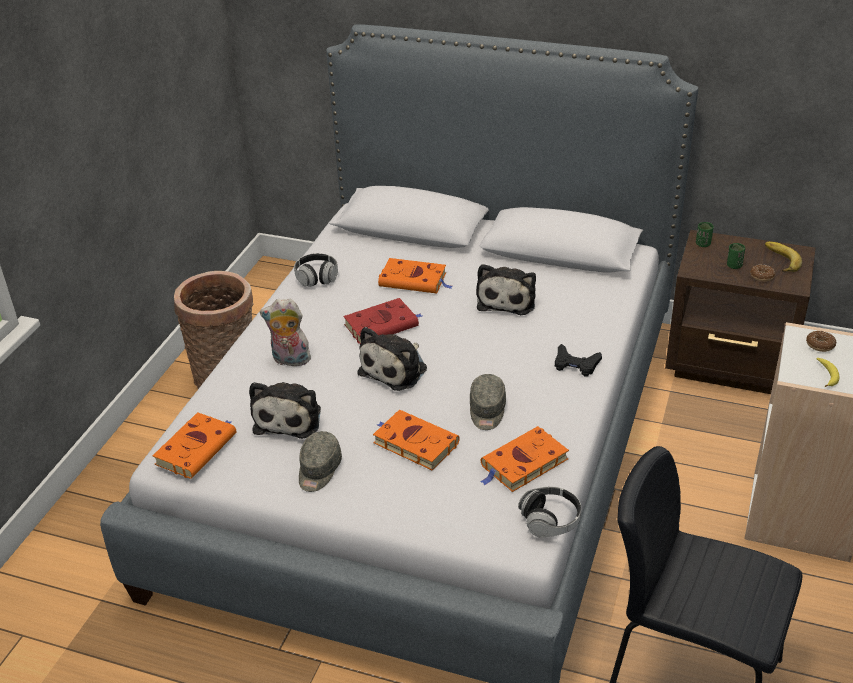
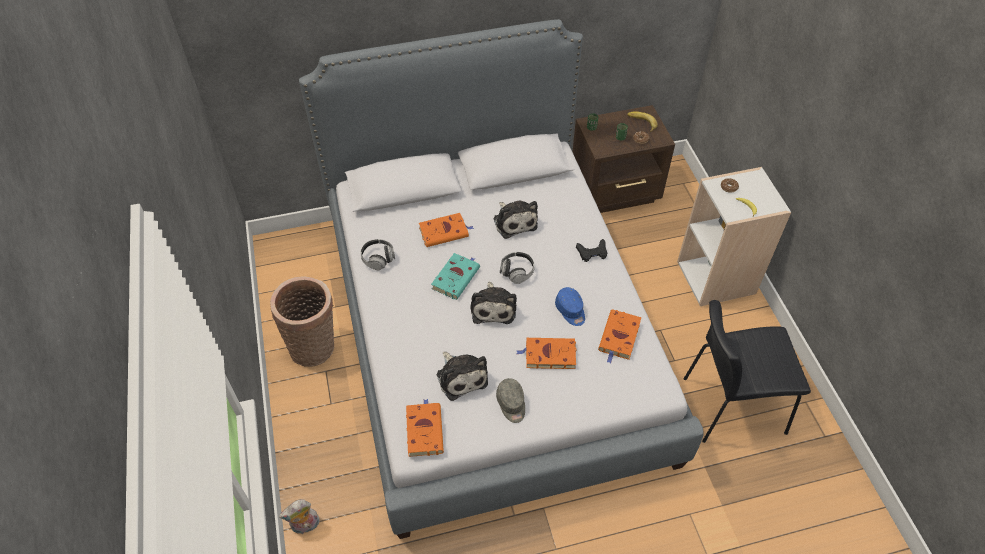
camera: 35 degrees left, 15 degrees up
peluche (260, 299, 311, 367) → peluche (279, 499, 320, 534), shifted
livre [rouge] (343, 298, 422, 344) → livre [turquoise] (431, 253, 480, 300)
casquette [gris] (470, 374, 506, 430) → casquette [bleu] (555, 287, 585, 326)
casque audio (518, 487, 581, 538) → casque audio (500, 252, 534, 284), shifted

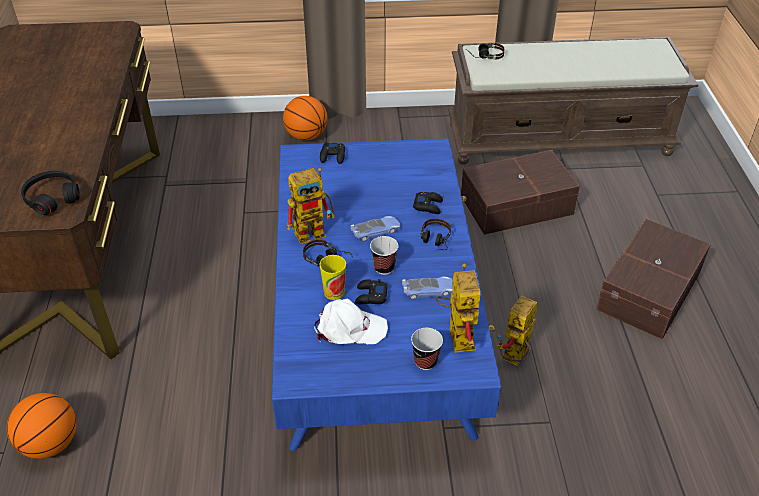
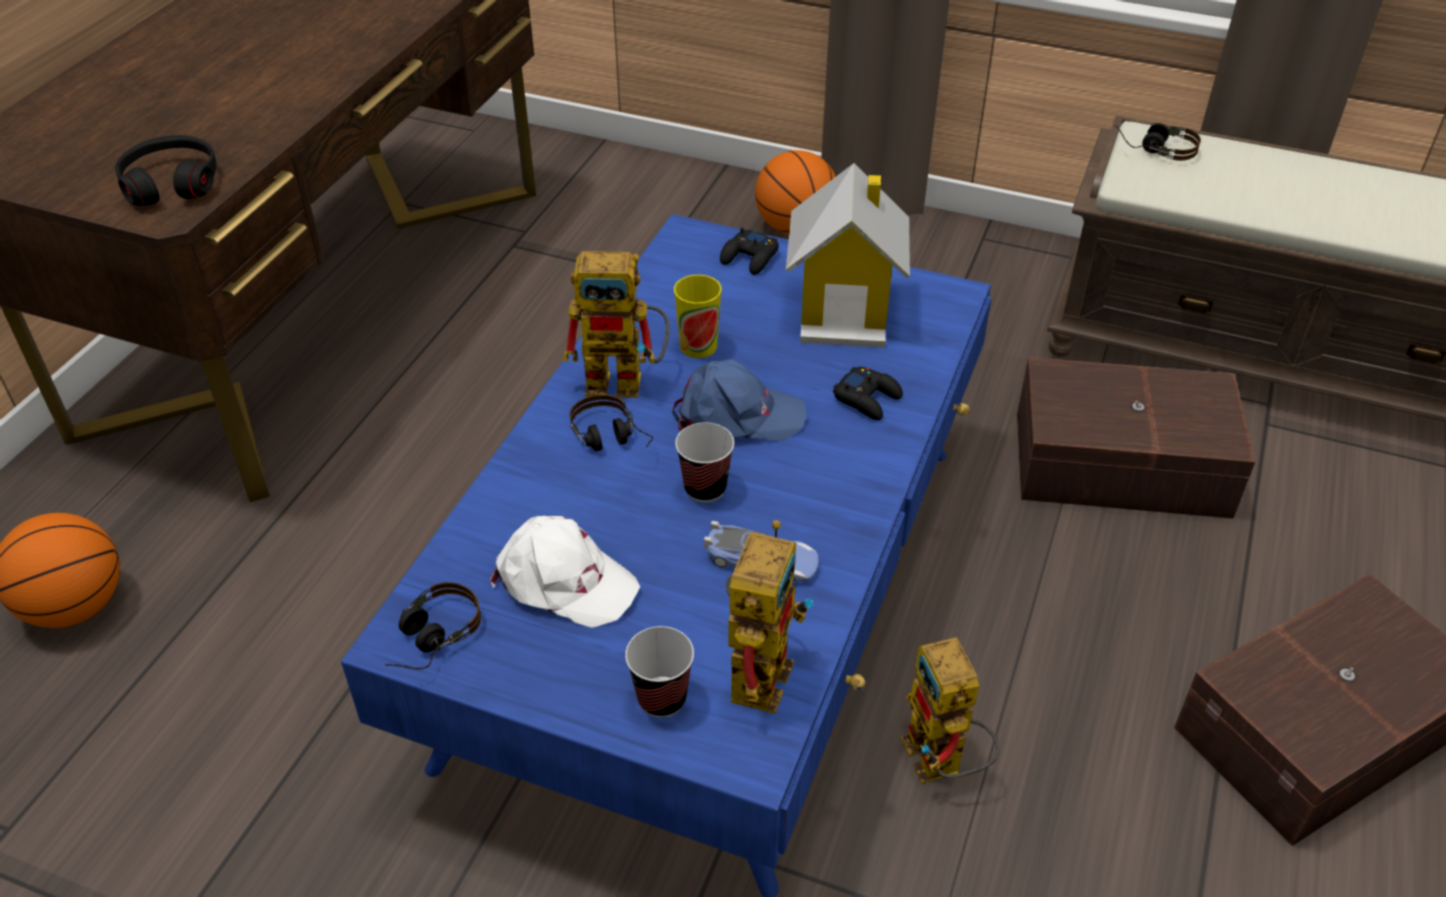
camera: 25 degrees right, 0 degrees up
tasse (319, 255, 346, 300) → tasse (674, 275, 722, 358), shifted
petite voiture (351, 216, 401, 242) → casquette [bleu] (672, 359, 807, 441)
manette [noir] (355, 279, 388, 304) → -
casque audio (420, 219, 451, 250) → casque audio (385, 582, 481, 669), shifted
robot jouet (497, 295, 538, 366) → robot jouet (901, 637, 1000, 783), 75 degrees counterclockwise
- → maison miniature (786, 163, 910, 348)

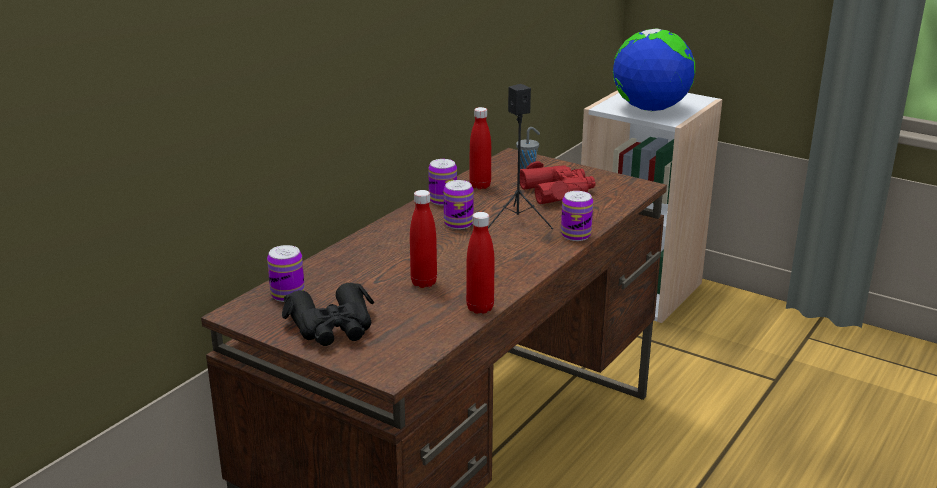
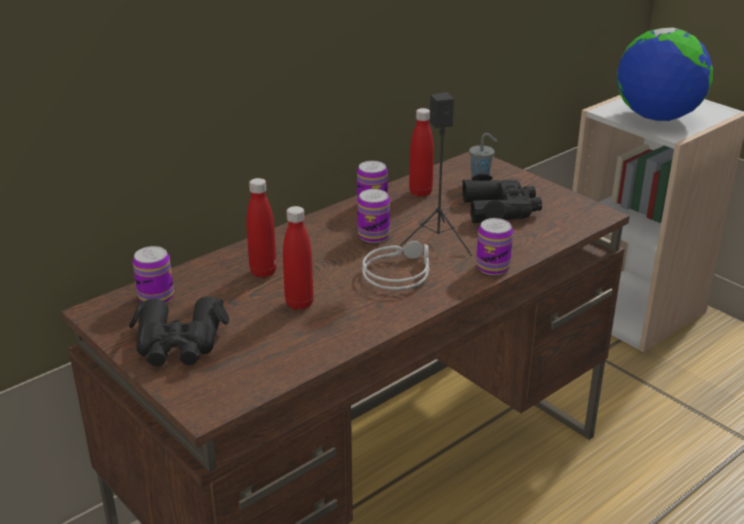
camera: 15 degrees right, 5 degrees up
bouteille [rouge] (466, 212, 494, 314) → bouteille [rouge] (246, 178, 277, 278), shifted
jumelles [rouge] (520, 161, 596, 204) → jumelles [noir] (462, 173, 542, 223)
- → casque audio [gris] (362, 240, 430, 290)

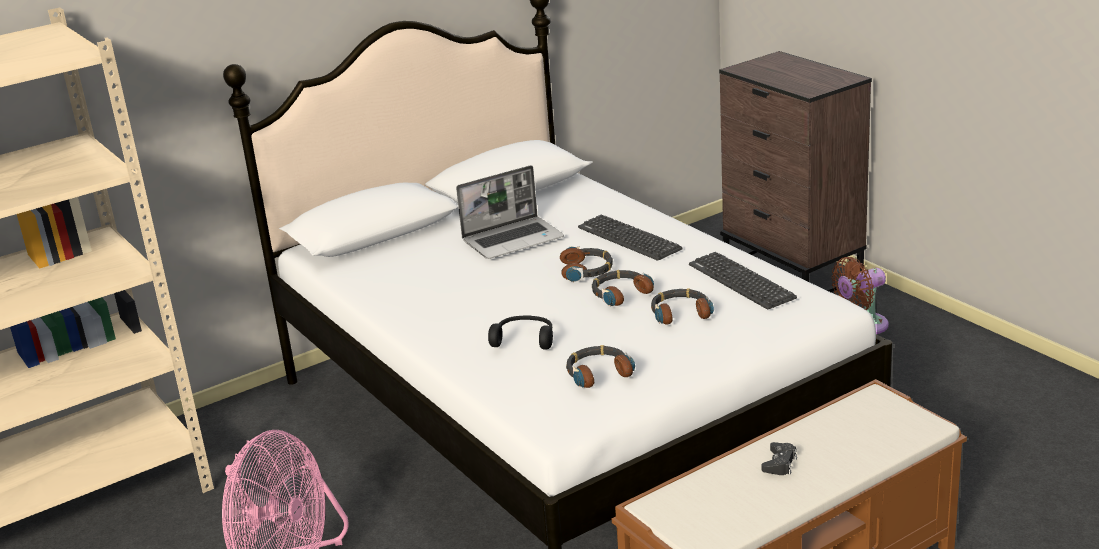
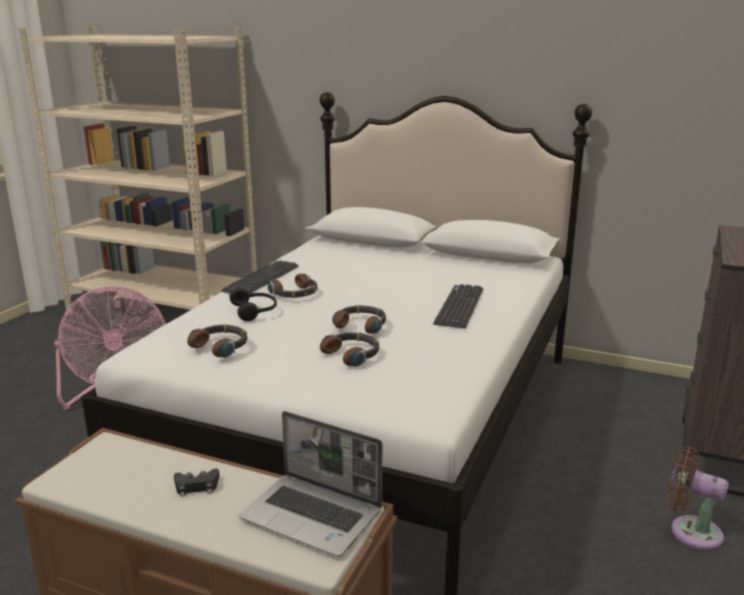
camera: 55 degrees right, 5 degrees down
ordinateur portable (456, 165, 564, 259) → ordinateur portable (239, 411, 382, 557), shifted
casque audio (560, 247, 613, 282) → casque audio (268, 273, 318, 298), shifted
clavier (689, 252, 797, 309) → clavier (221, 260, 299, 293), shifted

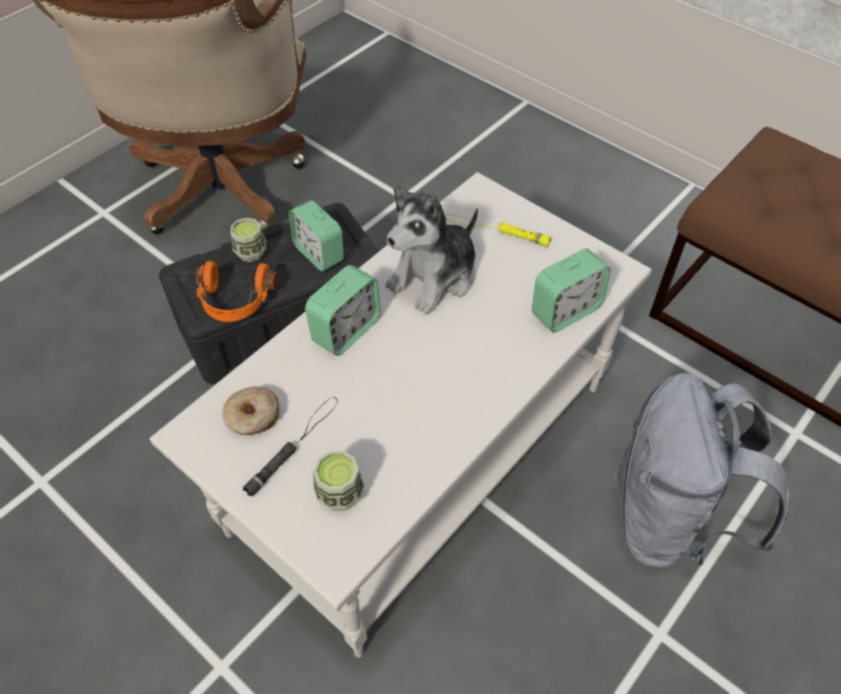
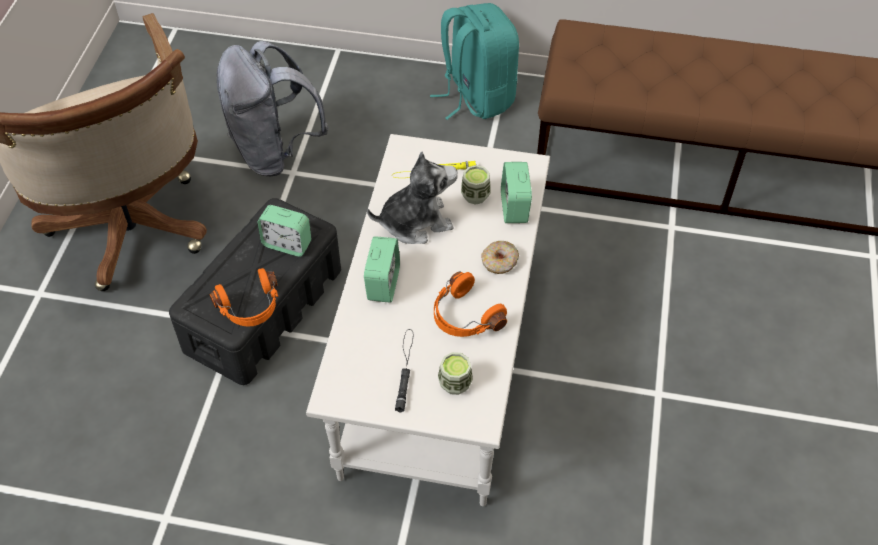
camera: 30 degrees left, 0 degrees up
beignet (222, 386, 279, 435) → beignet (482, 241, 519, 274), shifted
tasse (230, 218, 266, 262) → tasse (461, 165, 491, 205), shifted
peluche (386, 184, 478, 314) → peluche (367, 152, 457, 244), 120 degrees counterclockwise
réveil (532, 248, 611, 333) → réveil (501, 162, 532, 223), 150 degrees clockwise
sac à dos [gris] (614, 373, 790, 568) → sac à dos [gris] (217, 41, 329, 176), shifted
- → sac à dos [turquoise] (430, 3, 519, 120)
- → casque audio [orange] (434, 272, 507, 337)

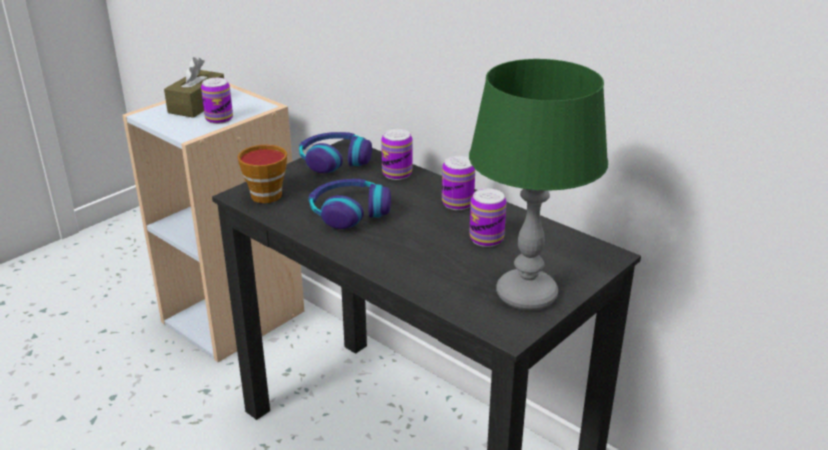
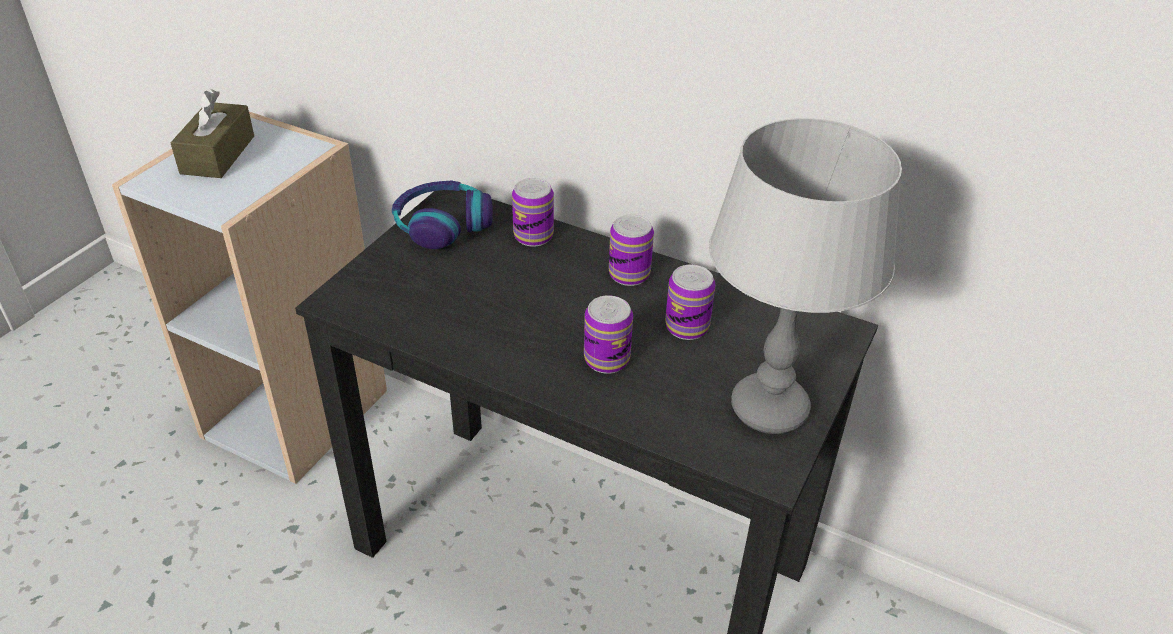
camera: 15 degrees left, 10 degrees up
boîte métallique (201, 78, 233, 124) → boîte métallique (584, 295, 633, 374), shifted
tasse (238, 145, 287, 203) → -
casque audio (308, 179, 391, 229) → -
lampe de table [vert] (469, 59, 608, 310) → lampe de table [gris] (709, 118, 902, 434)

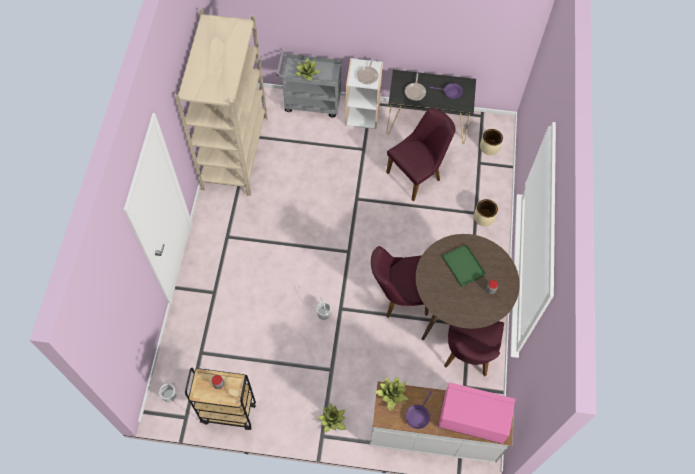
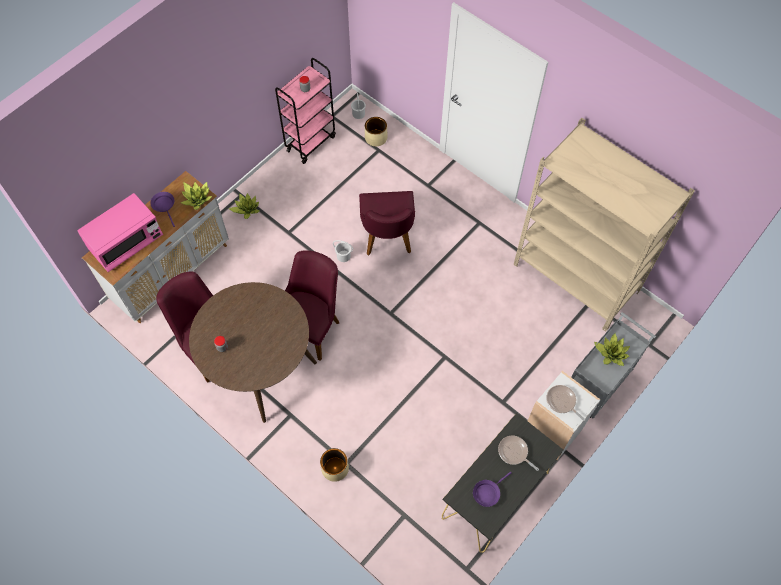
camera: 125 degrees right, 0 degrees up
chariot [marron] (185, 368, 256, 430) → chariot [rose] (275, 58, 336, 164)
chaise [violet] (386, 108, 456, 201) → chaise [violet] (359, 191, 415, 256), shifted
plateau [vert] (442, 244, 486, 287) → -
cache-pot [beige] (480, 129, 503, 155) → cache-pot [beige] (365, 117, 387, 146), shifted

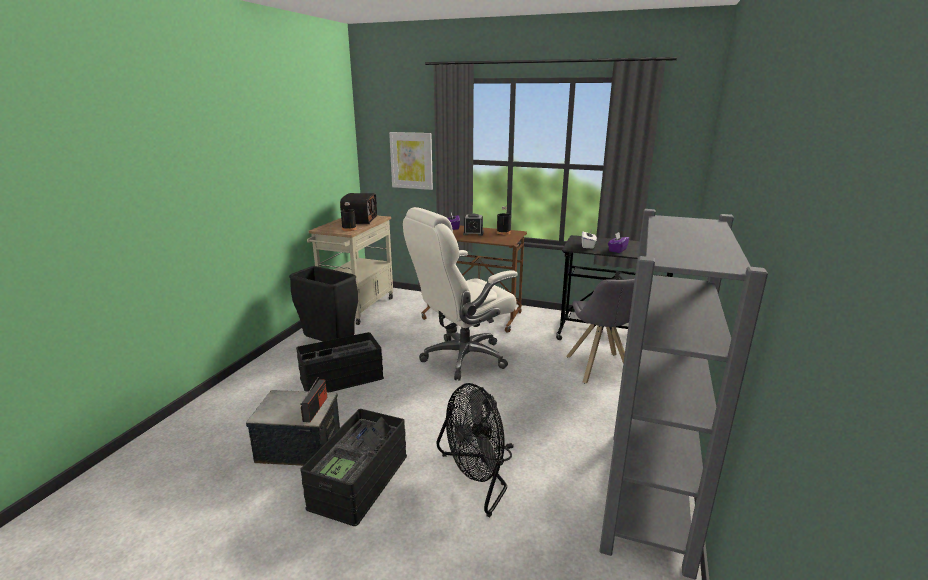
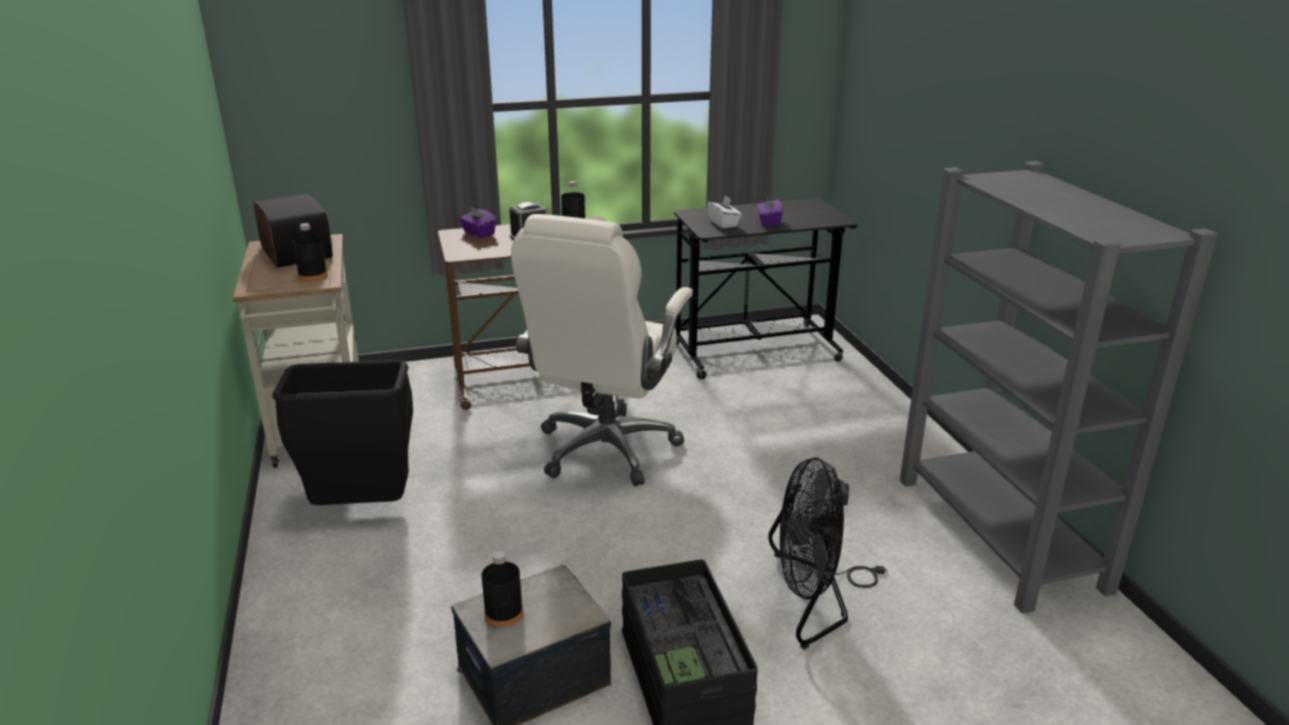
camera: 35 degrees left, 5 degrees up
boîte de rangement [noir] (296, 332, 384, 392) → -
radio (300, 377, 327, 422) → -
tableau (389, 132, 433, 190) → -
ventilateur [noir] (437, 383, 515, 518) → ventilateur [noir] (768, 457, 888, 650), 60 degrees clockwise
chaise [gris] (566, 279, 635, 384) → -
- → bouteille [noir] (481, 551, 523, 628)

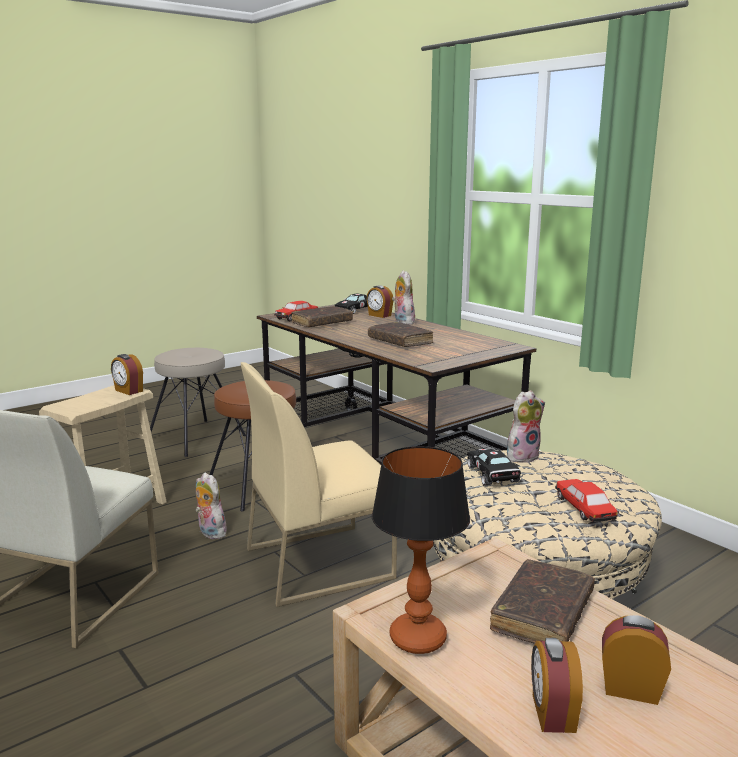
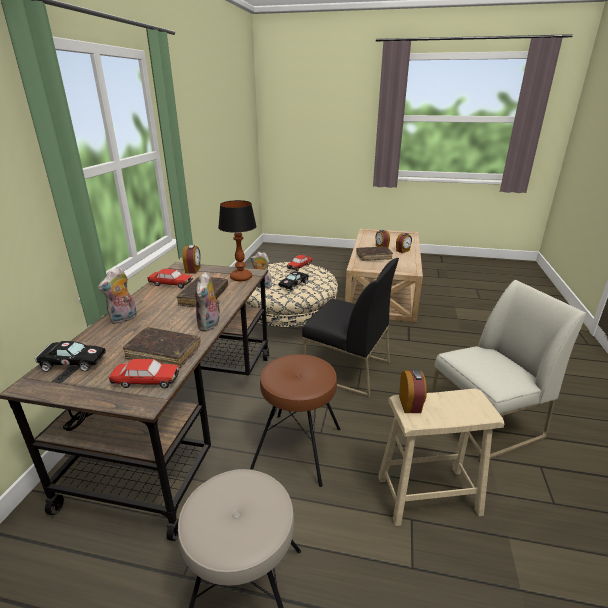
camera: 130 degrees left, 10 degrees up
peluche (195, 472, 227, 540) → peluche (195, 272, 221, 331), shifted
chaise [beige] (241, 362, 397, 607) → chaise [noir] (302, 258, 399, 398)
réveil (367, 285, 393, 318) → réveil (182, 245, 201, 274), shifted
lampe de table (372, 446, 470, 654) → lampe de table (218, 200, 257, 281), shifted
- → petite voiture (148, 269, 193, 289)

